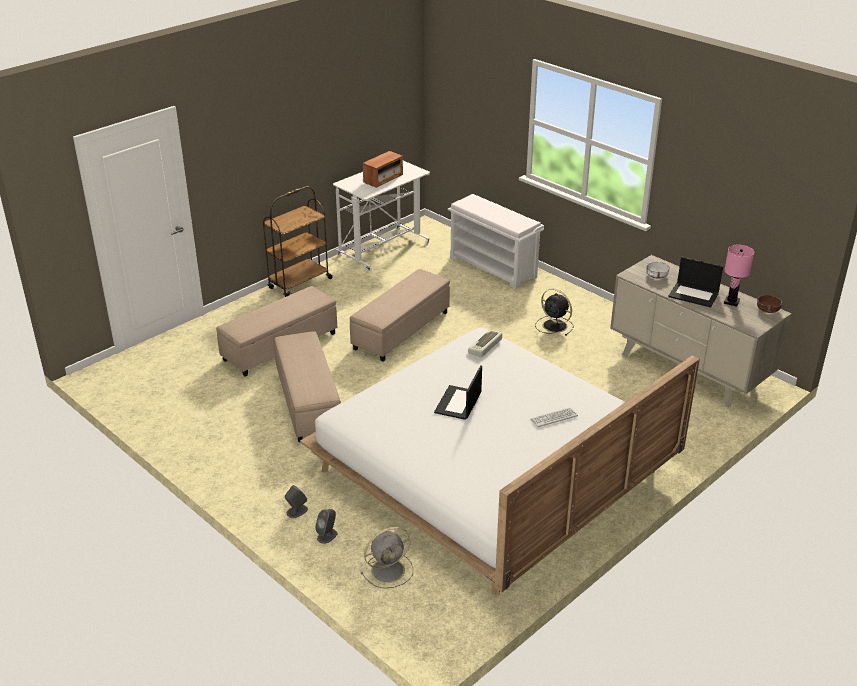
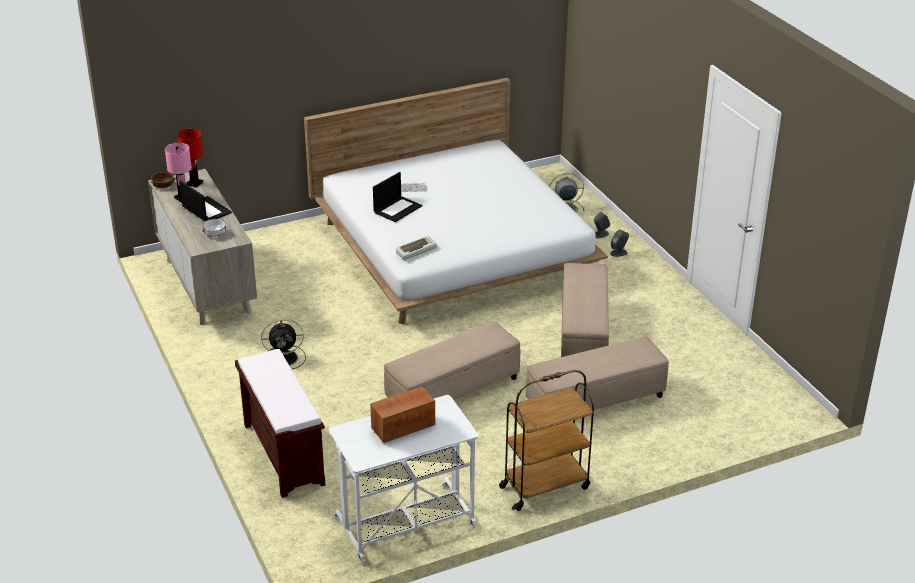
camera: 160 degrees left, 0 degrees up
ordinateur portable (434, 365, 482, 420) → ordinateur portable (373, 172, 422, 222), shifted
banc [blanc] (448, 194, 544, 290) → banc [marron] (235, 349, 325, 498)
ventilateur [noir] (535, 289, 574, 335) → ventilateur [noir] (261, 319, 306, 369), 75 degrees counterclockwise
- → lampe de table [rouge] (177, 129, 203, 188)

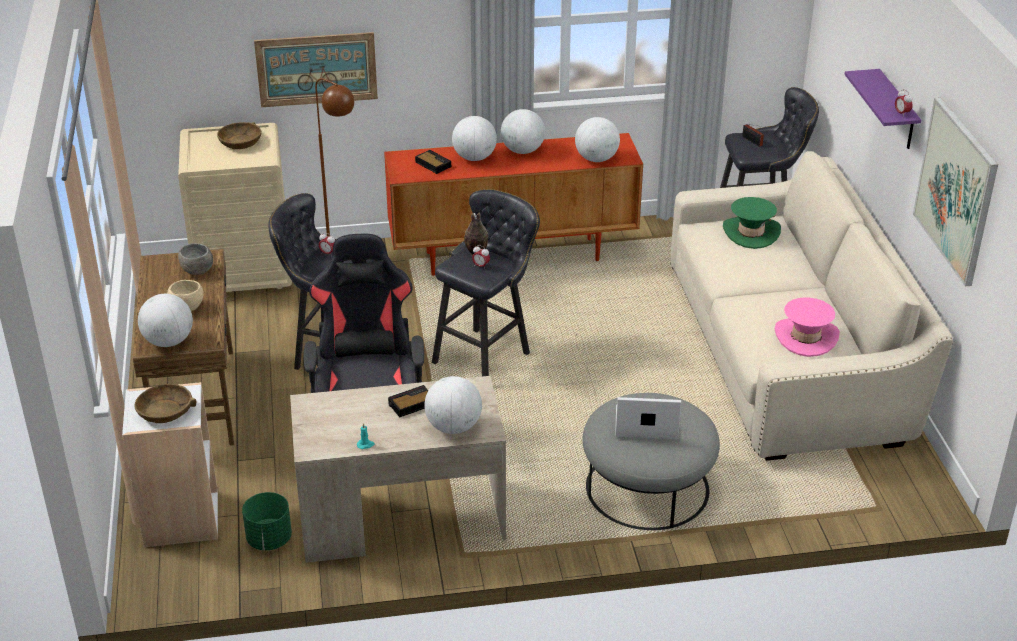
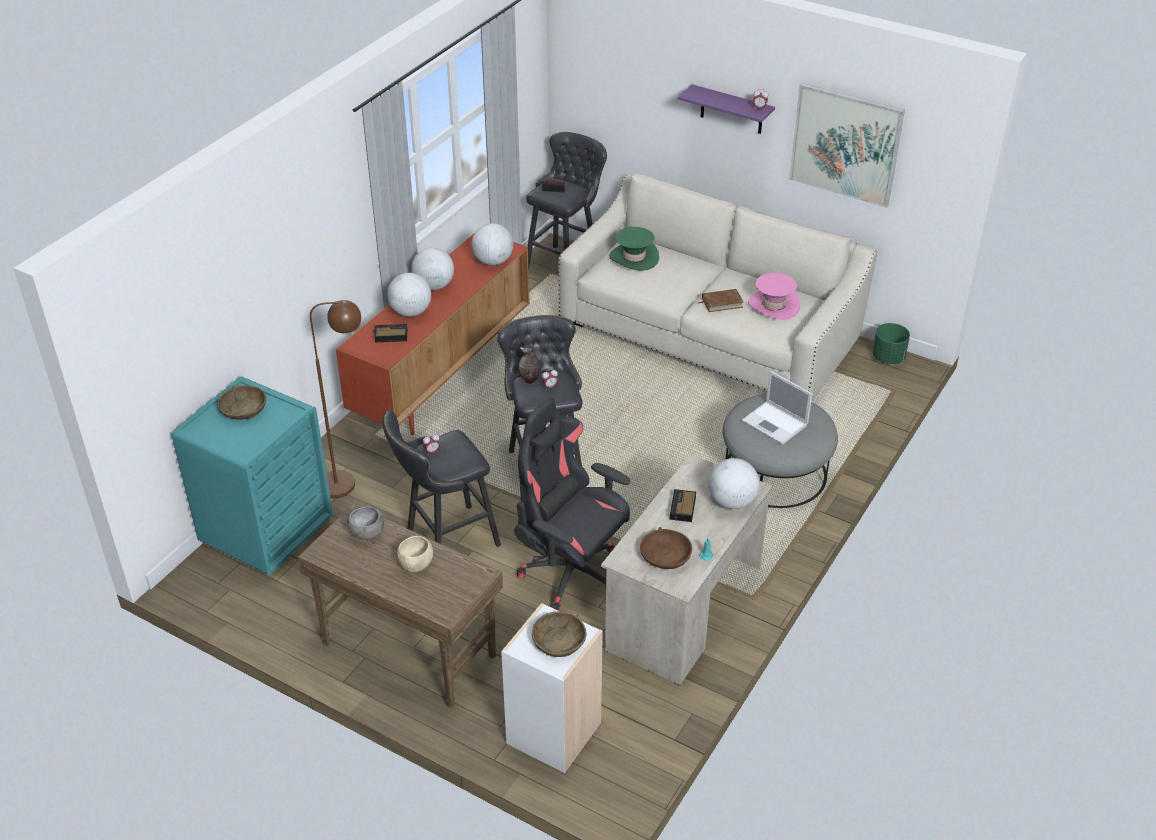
camera: 50 degrees left, 5 degrees up
globe (138, 294, 193, 347) → -
commode [beige] (178, 123, 292, 292) → commode [turquoise] (172, 376, 333, 575)
cache-pot [vert] (242, 492, 292, 550) → cache-pot [vert] (872, 323, 910, 364), shifted
tableau (254, 32, 378, 107) → -
ordinateur portable (616, 397, 681, 439) → ordinateur portable (742, 371, 812, 445), 90 degrees counterclockwise
- → bol [marron] (640, 527, 692, 569)
- → livre [marron] (698, 289, 743, 312)

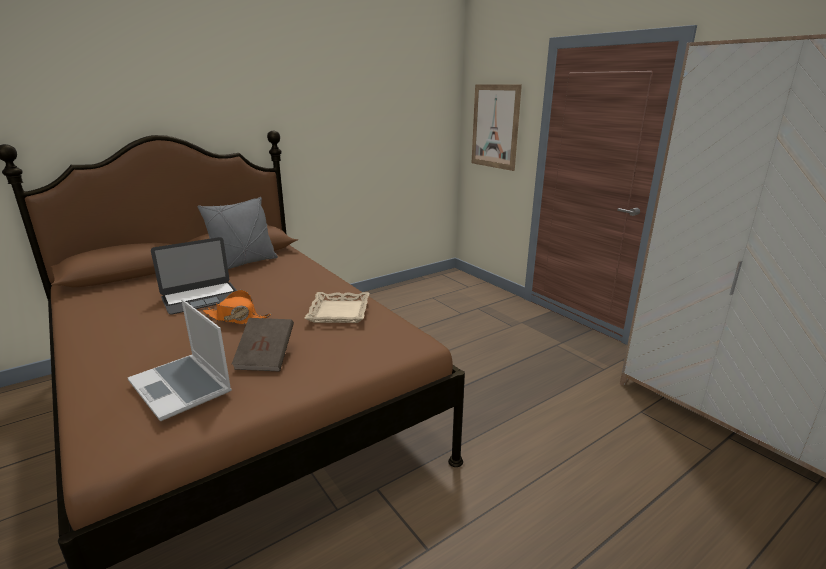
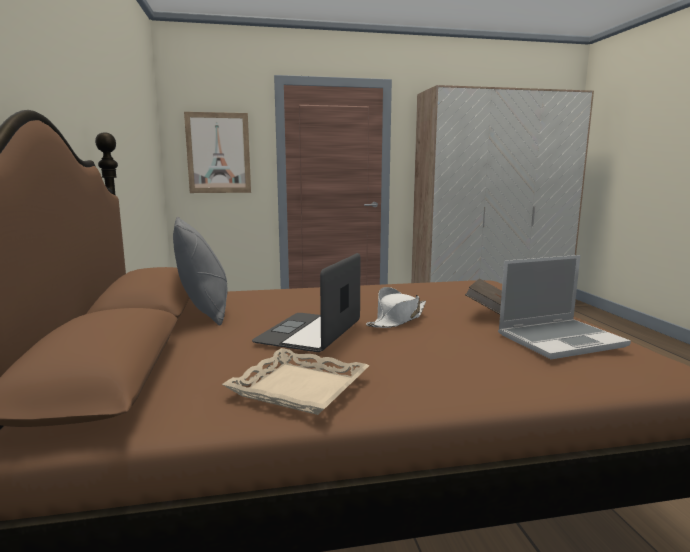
camera: 65 degrees left, 10 degrees down
ordinateur portable (151, 237, 237, 315) → ordinateur portable (252, 253, 361, 352), 150 degrees counterclockwise
chapeau [orange] (203, 290, 272, 324) → chapeau [blanc] (366, 287, 426, 328)
plateau [beige] (305, 292, 369, 323) → plateau [beige] (222, 348, 370, 415), shifted

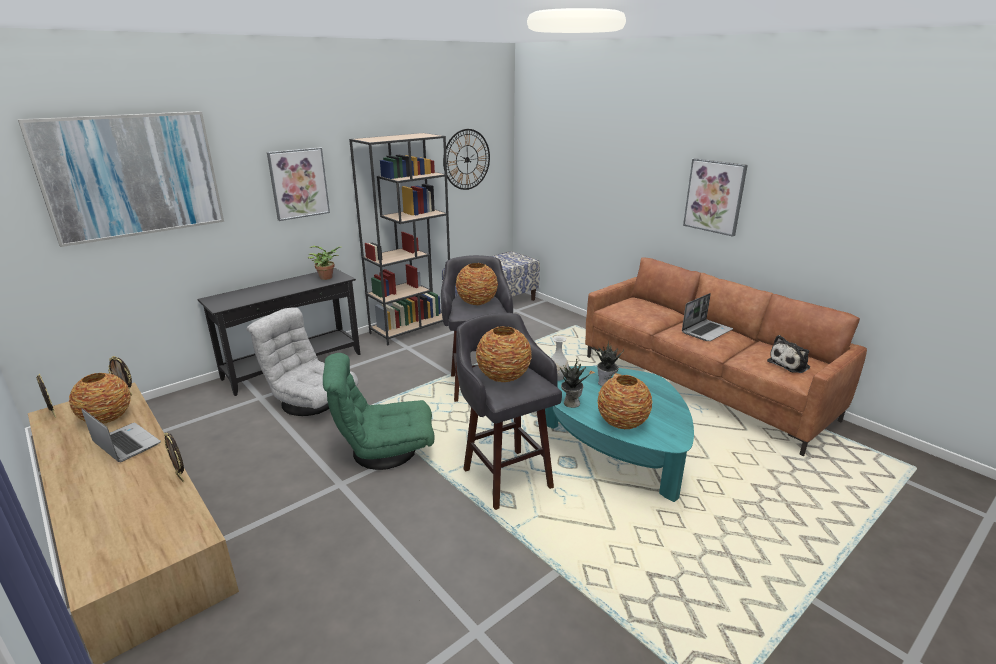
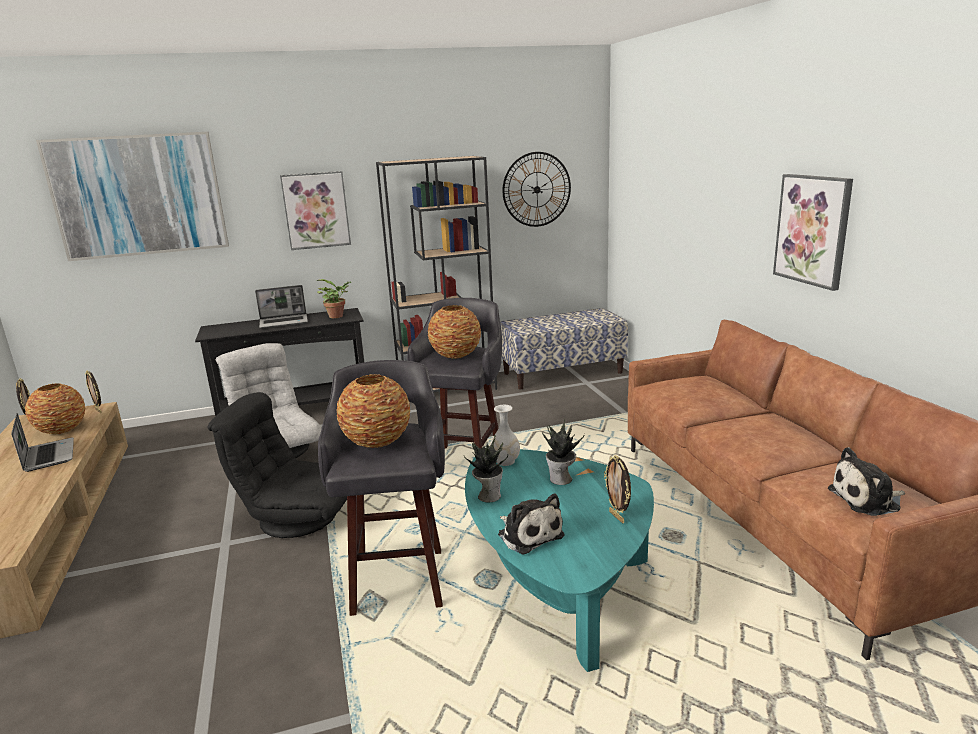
camera: 25 degrees right, 5 degrees down
cadre photo (164, 433, 184, 482) → cadre photo (604, 455, 631, 523), shifted
fauteuil [vert] (323, 353, 434, 470) → fauteuil [noir] (208, 392, 347, 538)
vase (598, 375, 653, 429) → peluche (498, 494, 564, 555)
ordinateur portable (682, 293, 733, 341) → ordinateur portable (255, 285, 308, 328), shifted

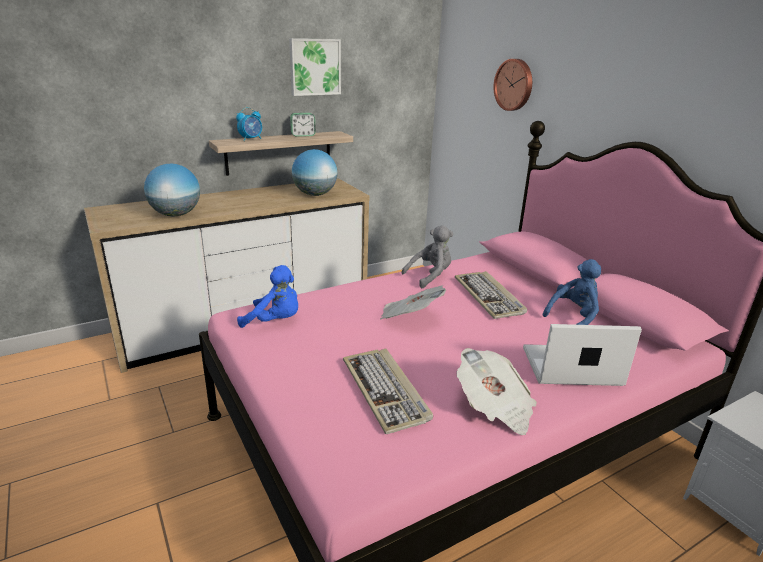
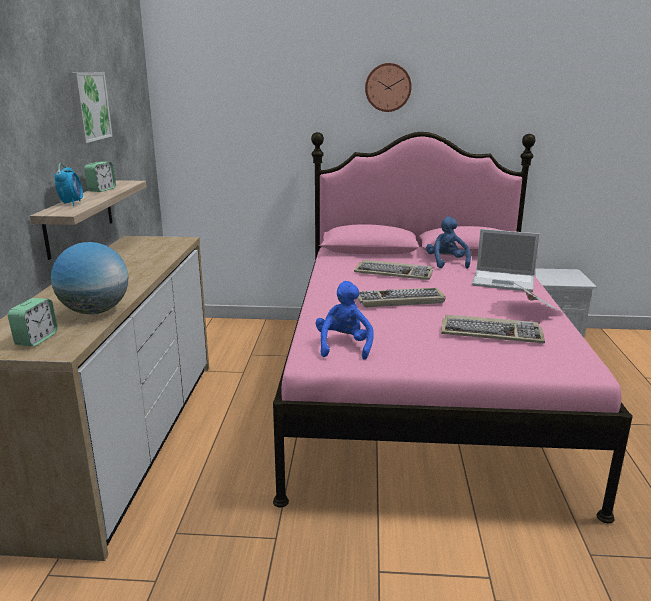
camera: 55 degrees left, 5 degrees down
peluche [bleu] (237, 265, 298, 328) → peluche [bleu] (316, 281, 374, 360), 45 degrees counterclockwise
globe (292, 149, 338, 196) → -
journal (380, 285, 446, 320) → clavier (357, 288, 446, 308)
peluche [gris] (401, 225, 453, 288) → -
horloge murale (493, 59, 532, 111) → horloge murale (365, 63, 412, 112), shifted
ordinateur portable (523, 324, 642, 386) → ordinateur portable (472, 229, 540, 292), 105 degrees counterclockwise
- → réveil (8, 298, 58, 347)

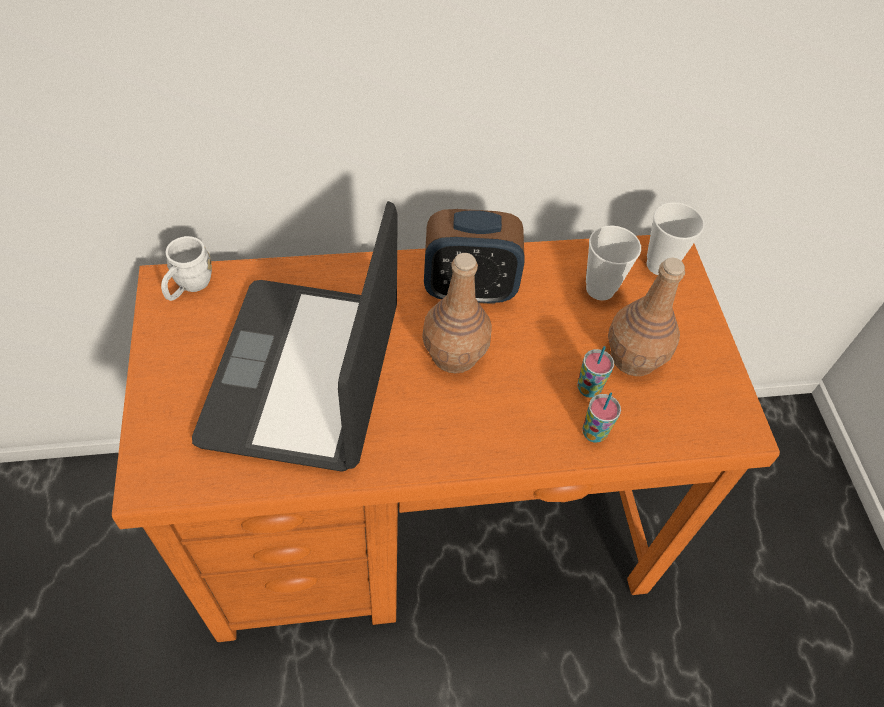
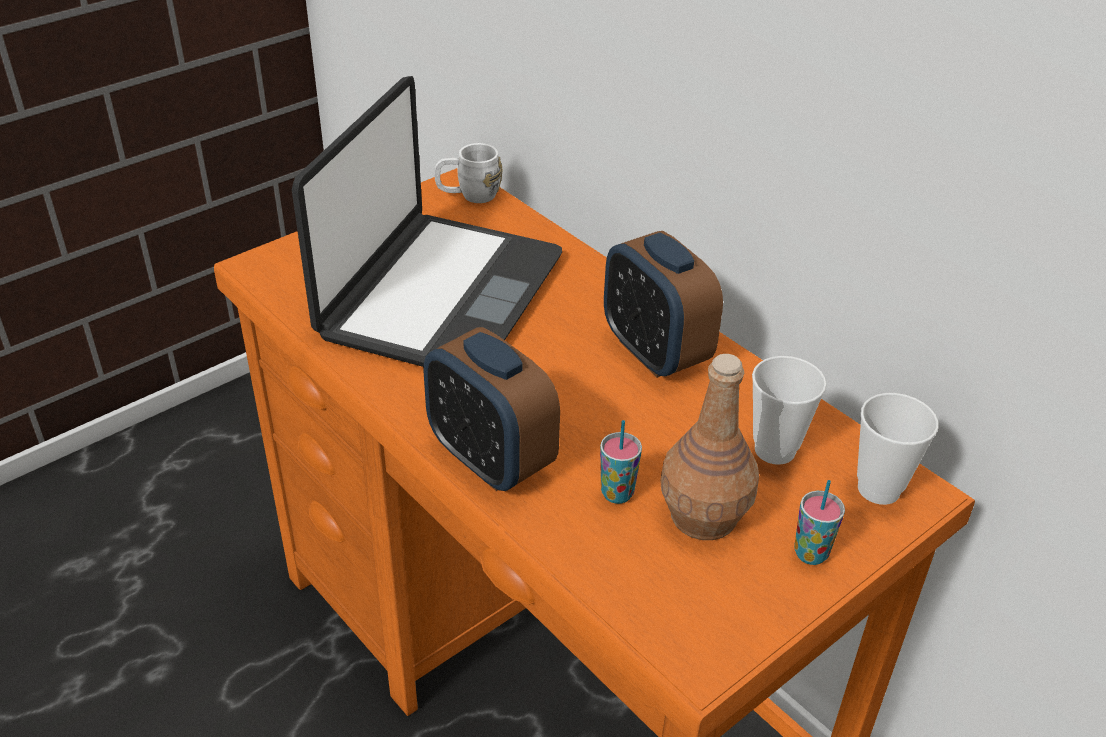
camera: 60 degrees right, 15 degrees down
ordinateur portable (192, 201, 398, 472) → ordinateur portable (292, 76, 562, 367), 135 degrees clockwise
bouteille [marron] (422, 253, 492, 373) → -
tasse (582, 393, 621, 443) → tasse (794, 480, 845, 565), shifted
- → réveil (424, 327, 560, 491)

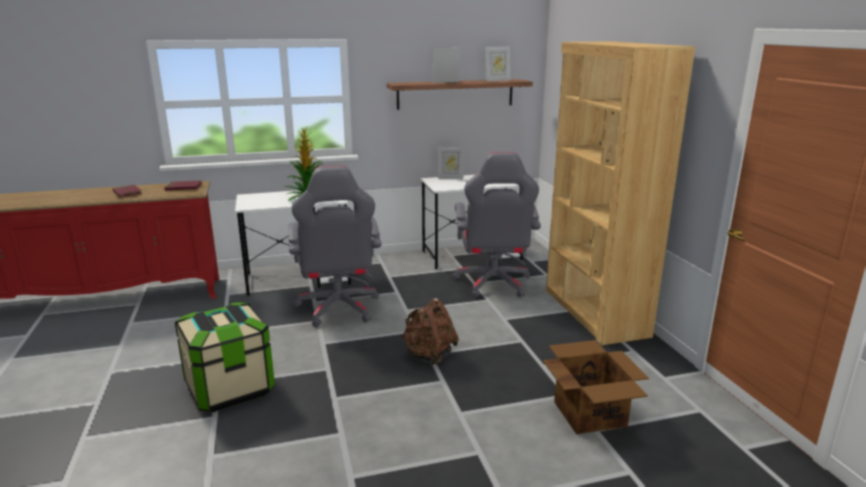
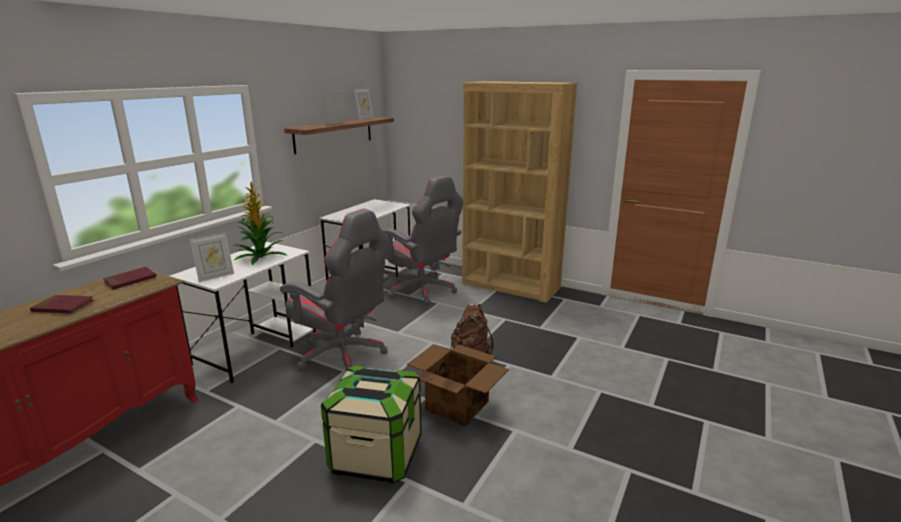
camera: 45 degrees left, 0 degrees up
cadre photo (438, 146, 464, 179) → cadre photo (189, 233, 234, 282), shifted
carton (543, 340, 649, 434) → carton (407, 344, 509, 426), shifted

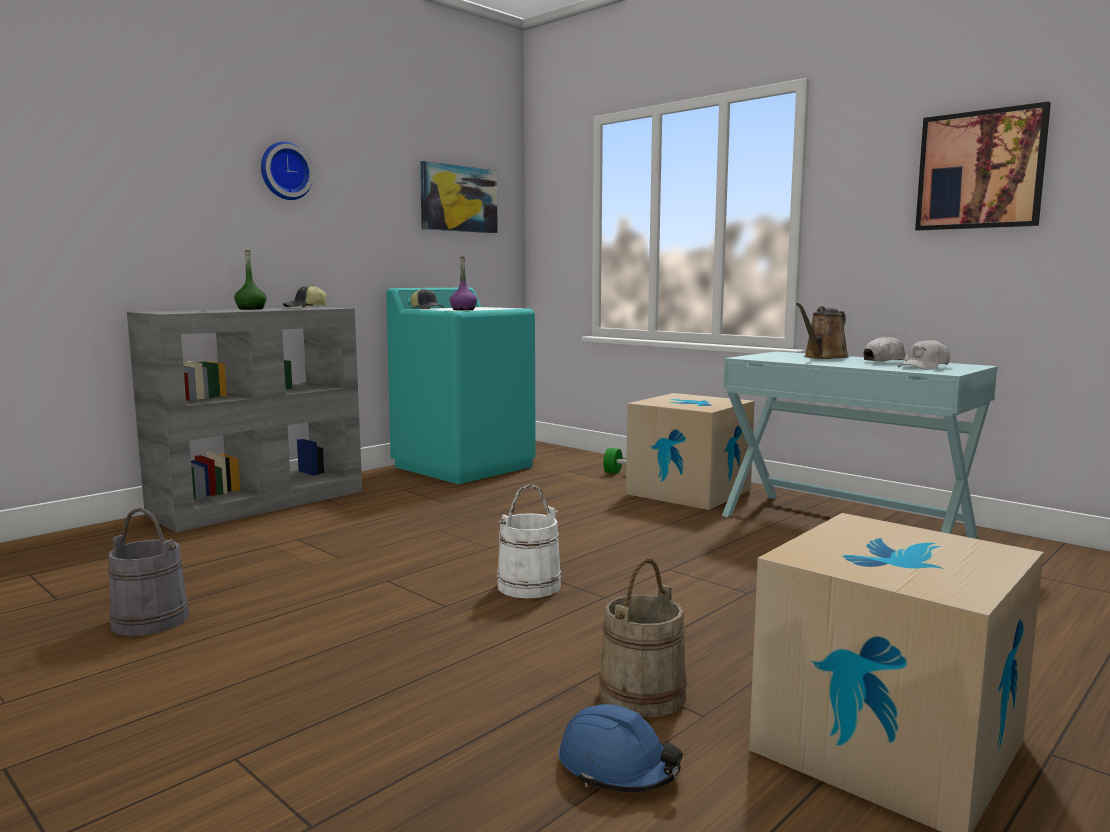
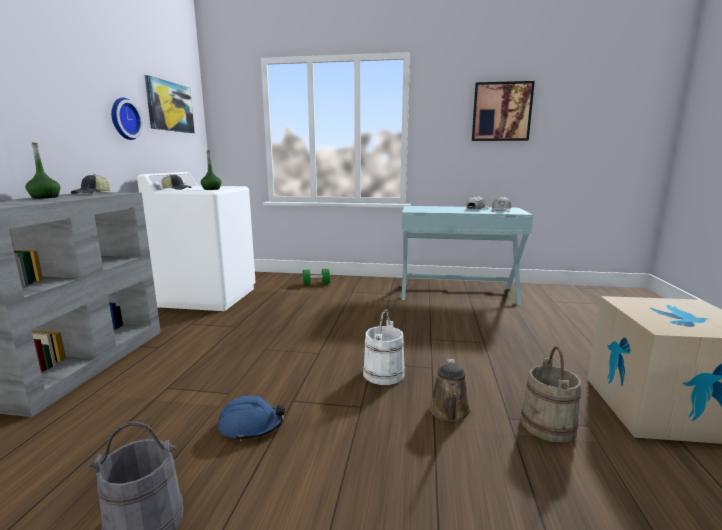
camera: 35 degrees left, 5 degrees up
horloge murale (261, 142, 313, 200) → horloge murale (111, 97, 143, 140), shifted
lave-linge [turquoise] (386, 287, 536, 484) → lave-linge [blanc] (137, 172, 256, 311)
bouteille [violet] (450, 256, 477, 310) → bouteille [vert] (201, 151, 222, 190)
casque de chantier [bleu] (559, 704, 683, 792) → casque de chantier [bleu] (218, 396, 285, 441), shifted
carton (626, 393, 755, 510) → -
arrosoir [marron] (796, 303, 849, 359) → arrosoir [marron] (429, 359, 471, 422), shifted

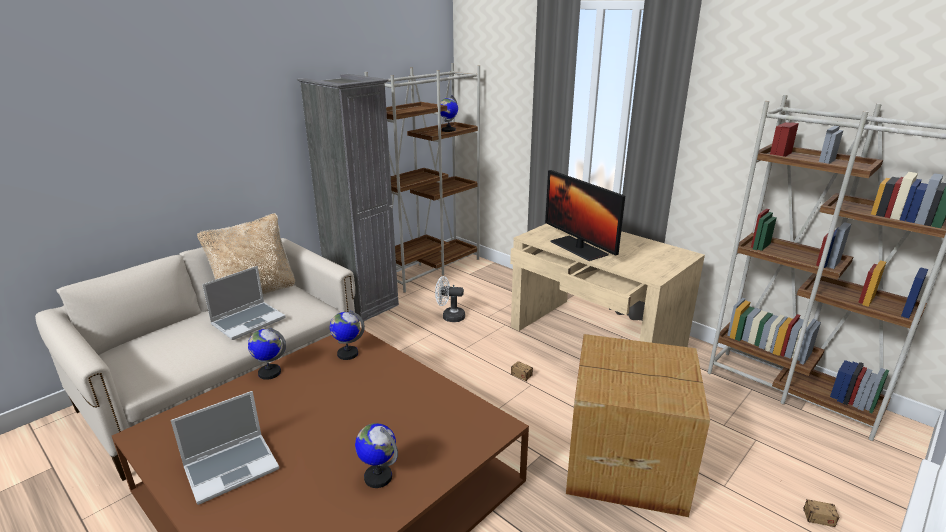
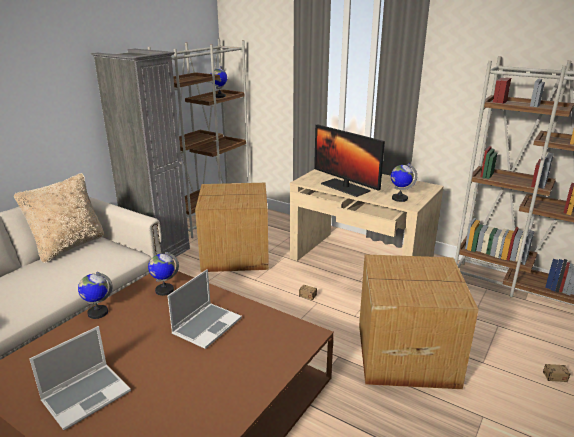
camera: 10 degrees left, 0 degrees up
ordinateur portable (202, 266, 285, 340) → ordinateur portable (168, 269, 242, 349), shifted
globe (355, 423, 398, 488) → globe (391, 163, 417, 202), shifted
ventilateur [blanc] (435, 276, 465, 322) → carton (195, 183, 269, 272)

